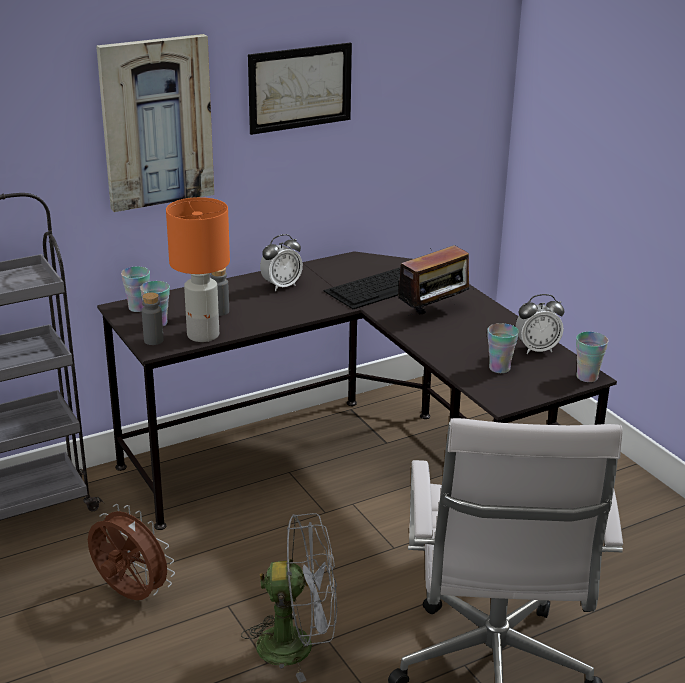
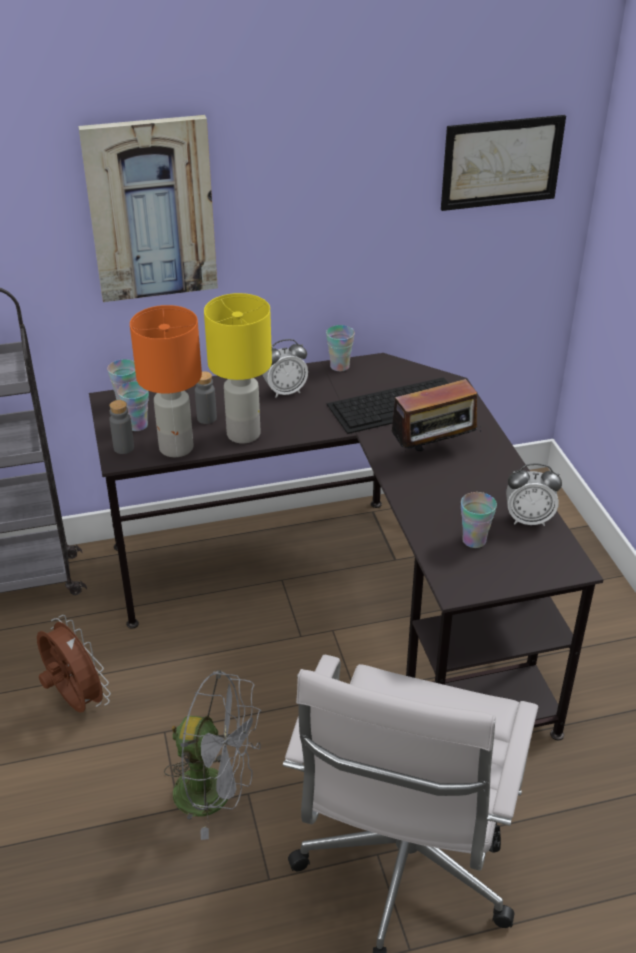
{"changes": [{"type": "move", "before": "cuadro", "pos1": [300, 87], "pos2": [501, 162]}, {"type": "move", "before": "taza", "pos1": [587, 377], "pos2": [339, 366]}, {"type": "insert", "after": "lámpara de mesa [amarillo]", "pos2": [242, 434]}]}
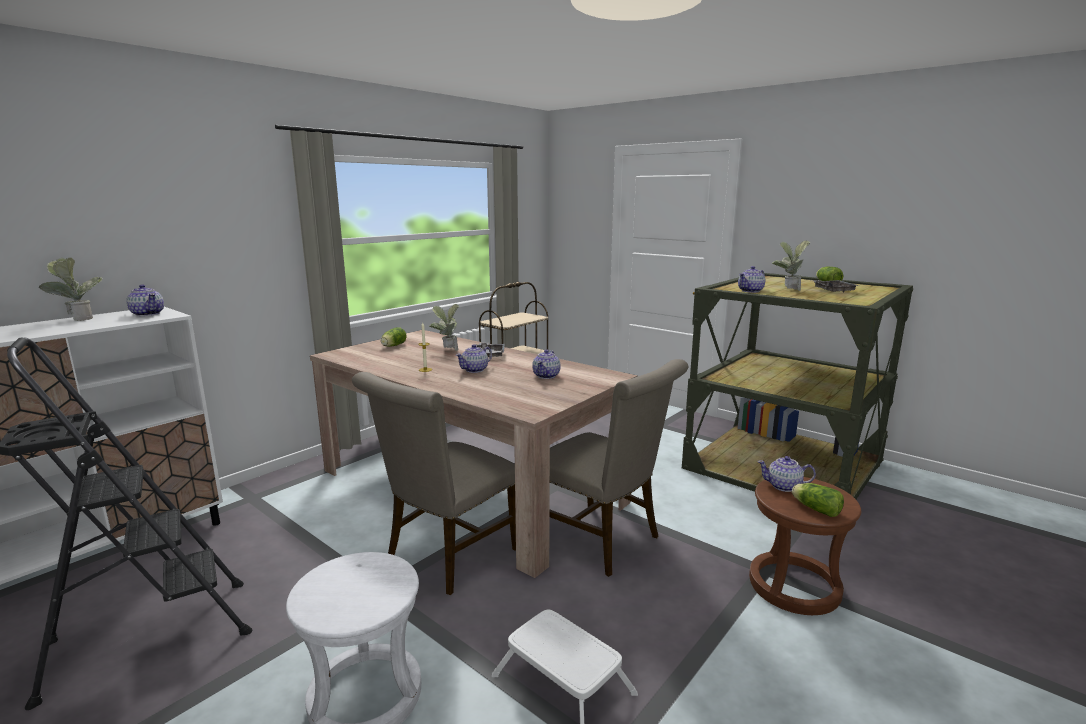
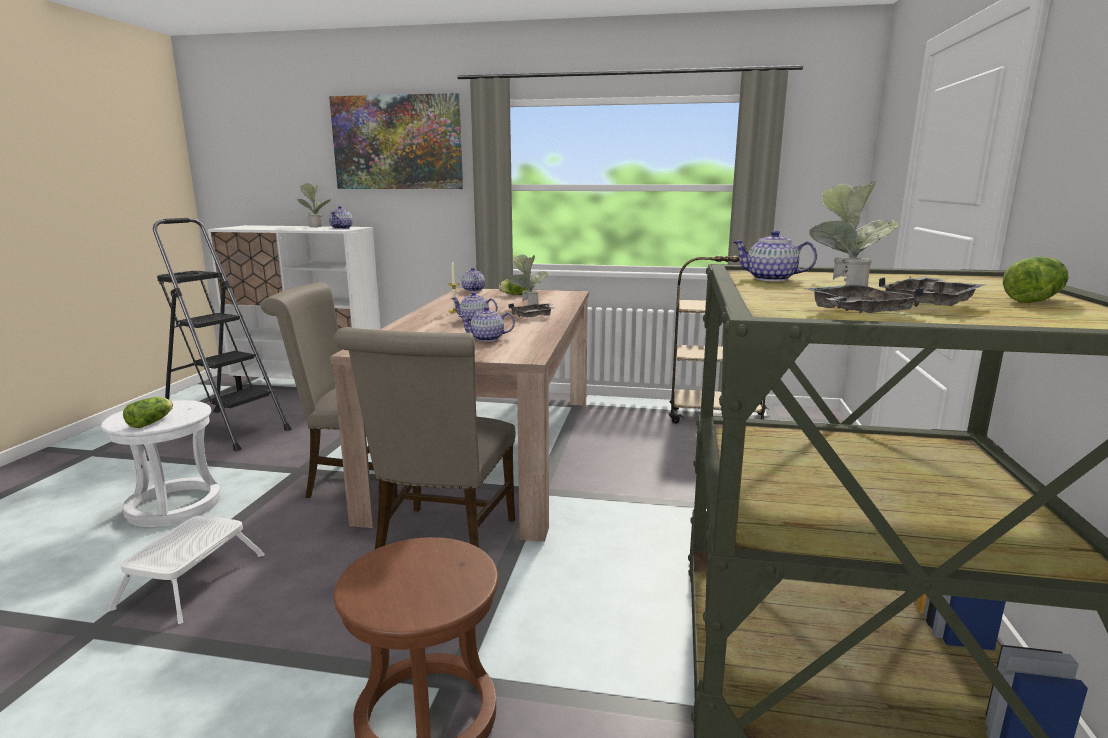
{"changes": [{"type": "move", "before": "tetera", "pos1": [784, 486], "pos2": [473, 290]}, {"type": "move", "before": "lechuga", "pos1": [815, 509], "pos2": [152, 422]}, {"type": "insert", "after": "cuadro", "pos2": [397, 143]}, {"type": "insert", "after": "bandeja [gris]", "pos2": [857, 313]}]}
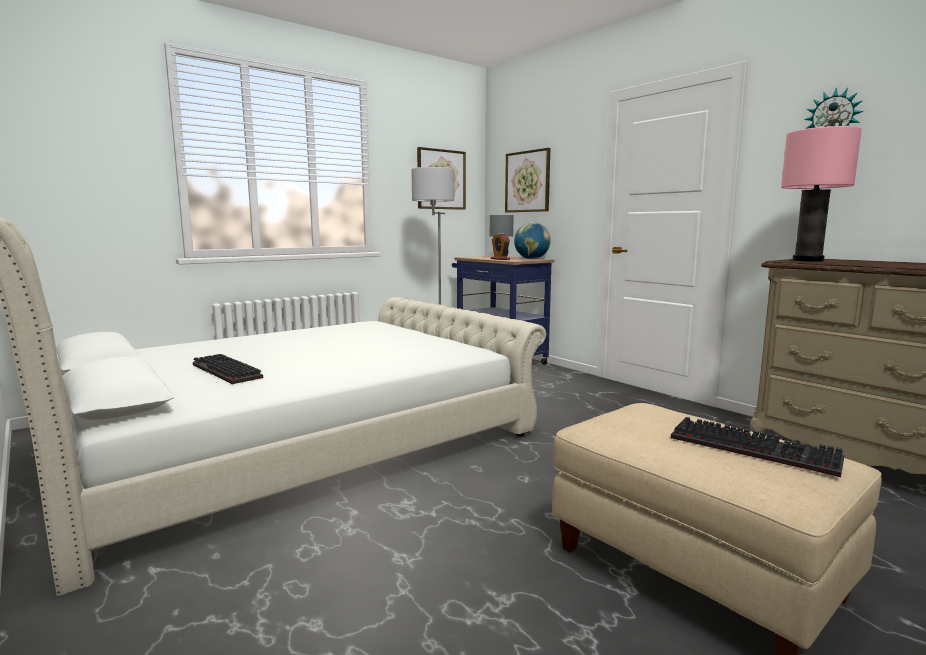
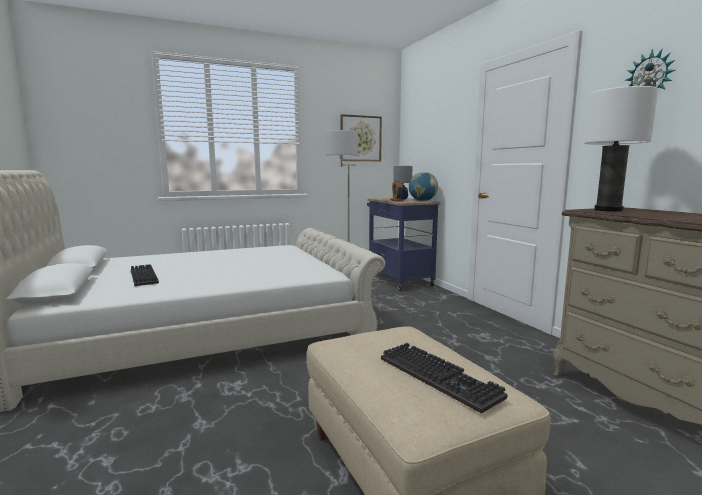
{"changes": [{"type": "recolor", "before": "lámpara de mesa [rosa]", "after": "lámpara de mesa [blanco]", "pos1": [807, 260], "pos2": [608, 210]}, {"type": "delete", "before": "cuadro", "pos1": [527, 181]}]}
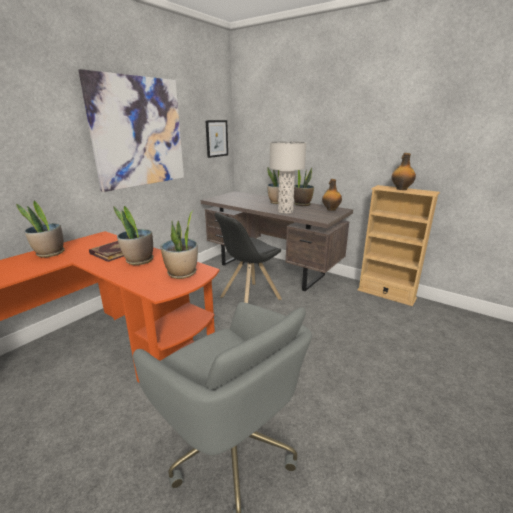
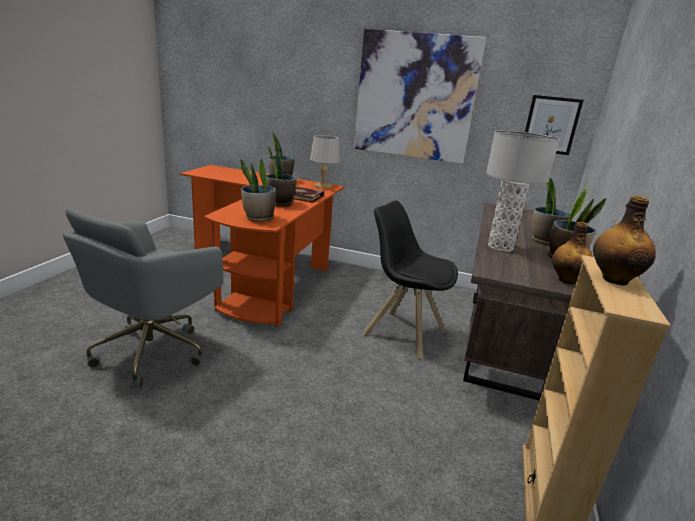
{"changes": [{"type": "insert", "after": "lámpara de mesa [gris]", "pos2": [322, 186]}]}
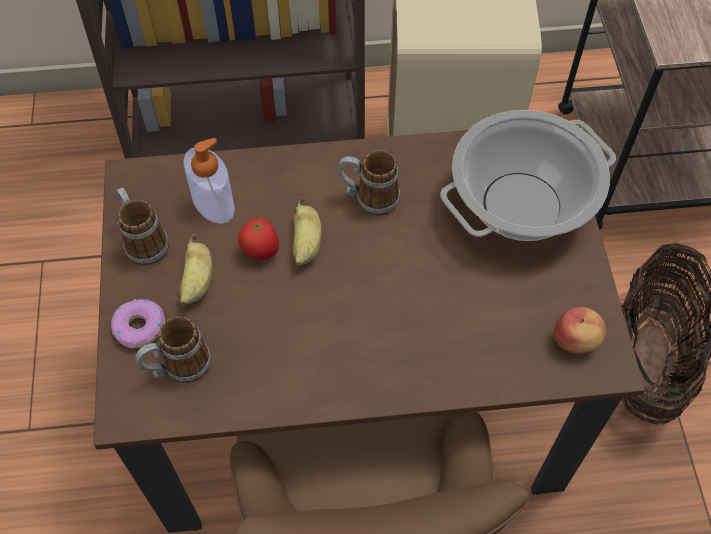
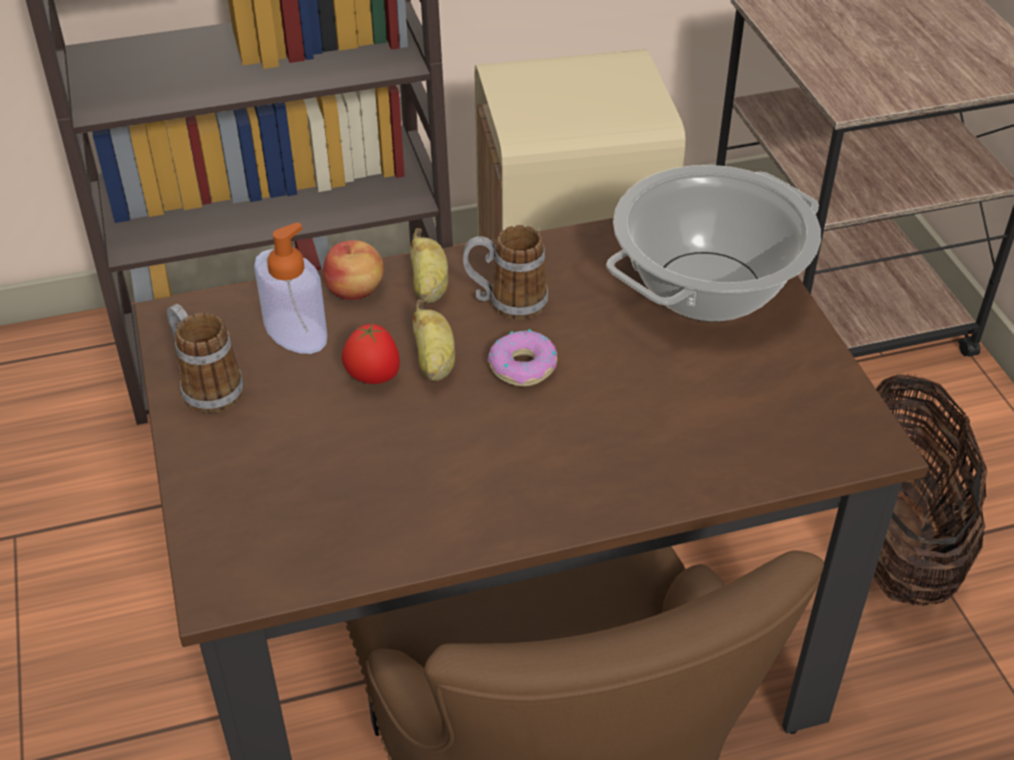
{"changes": [{"type": "move", "before": "plátano", "pos1": [197, 282], "pos2": [429, 287]}, {"type": "move", "before": "rosquilla", "pos1": [139, 327], "pos2": [523, 367]}, {"type": "move", "before": "manzana", "pos1": [575, 341], "pos2": [355, 291]}, {"type": "delete", "before": "taza grande", "pos1": [178, 367]}]}
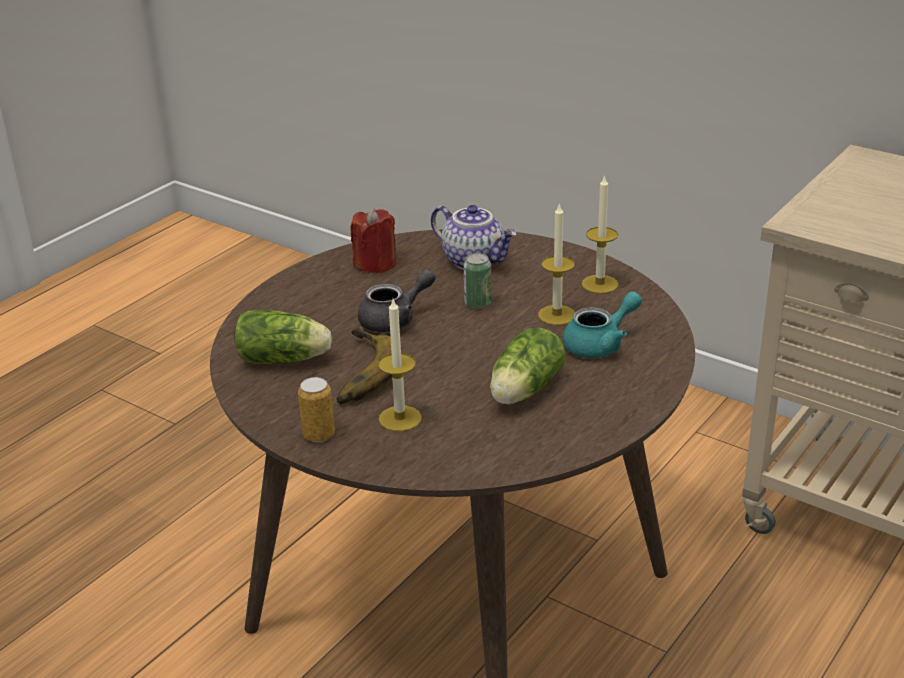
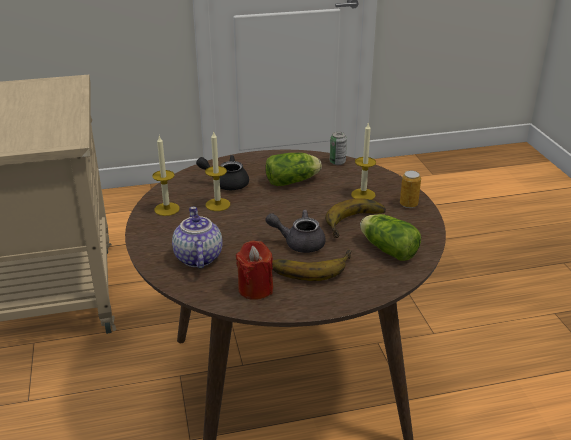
{"changes": [{"type": "move", "before": "lata", "pos1": [478, 303], "pos2": [337, 162]}, {"type": "recolor", "before": "tetera [turquesa]", "after": "tetera [negro]", "pos1": [600, 344], "pos2": [226, 183]}, {"type": "insert", "after": "plátano", "pos2": [309, 266]}]}
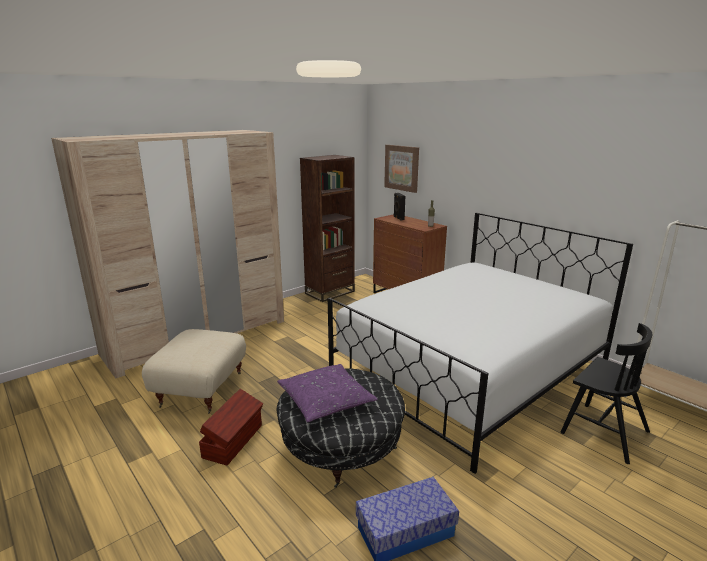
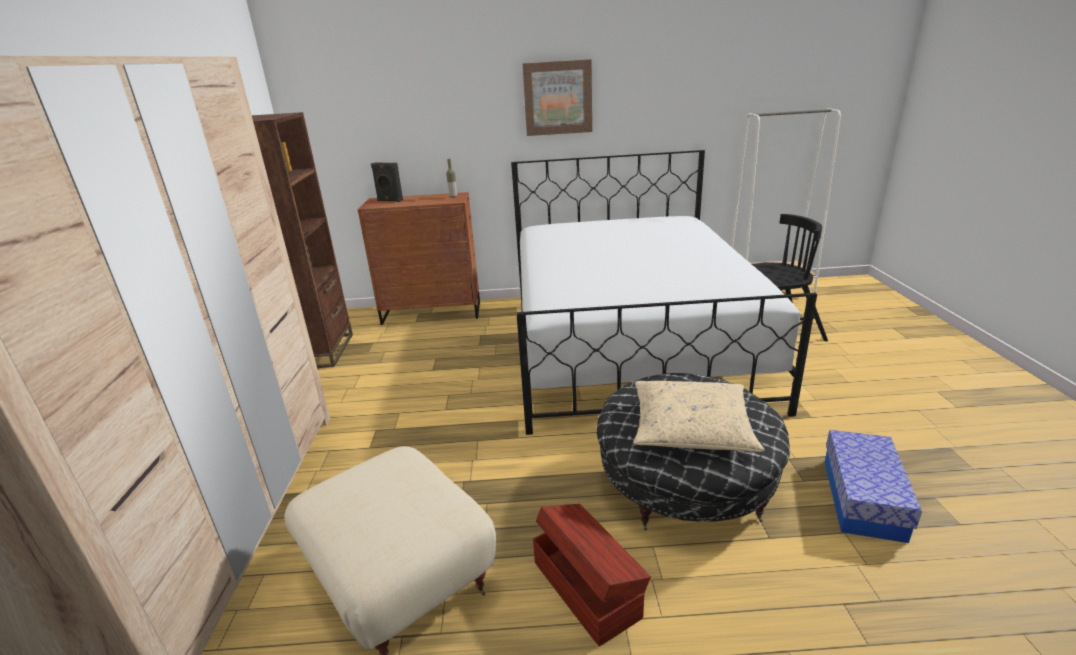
{"changes": [{"type": "move", "before": "cuadro", "pos1": [402, 168], "pos2": [558, 98]}, {"type": "recolor", "before": "cojín [morado]", "after": "cojín [beis]", "pos1": [326, 400], "pos2": [691, 427]}]}
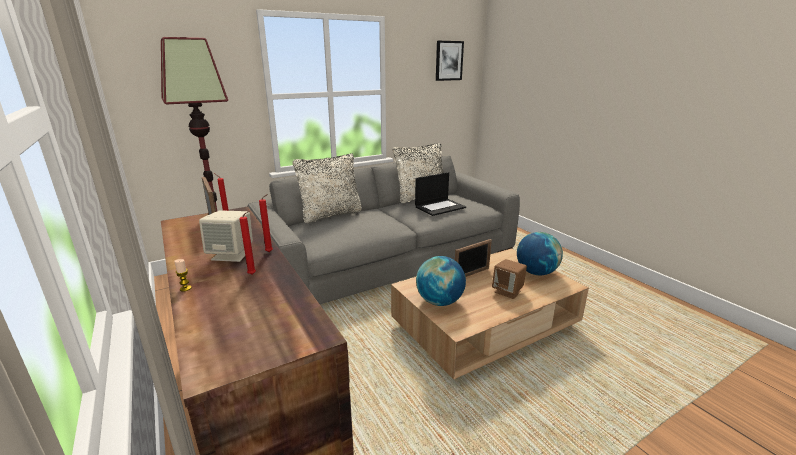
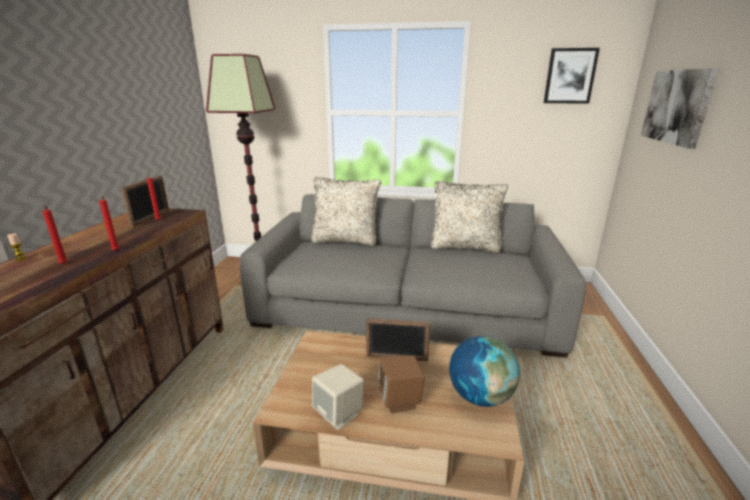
{"changes": [{"type": "delete", "before": "portátil", "pos1": [440, 207]}, {"type": "move", "before": "altavoz [beis]", "pos1": [232, 255], "pos2": [339, 414]}, {"type": "delete", "before": "globo terráqueo", "pos1": [439, 302]}, {"type": "insert", "after": "cuadro", "pos2": [677, 106]}]}
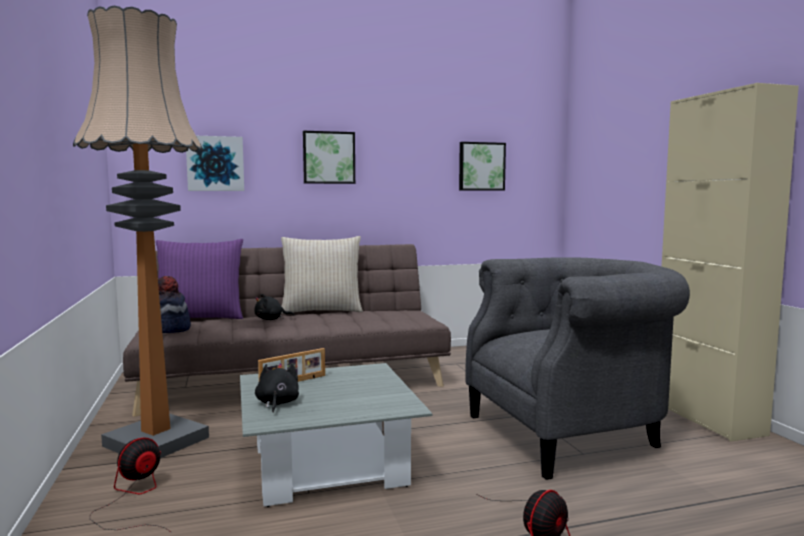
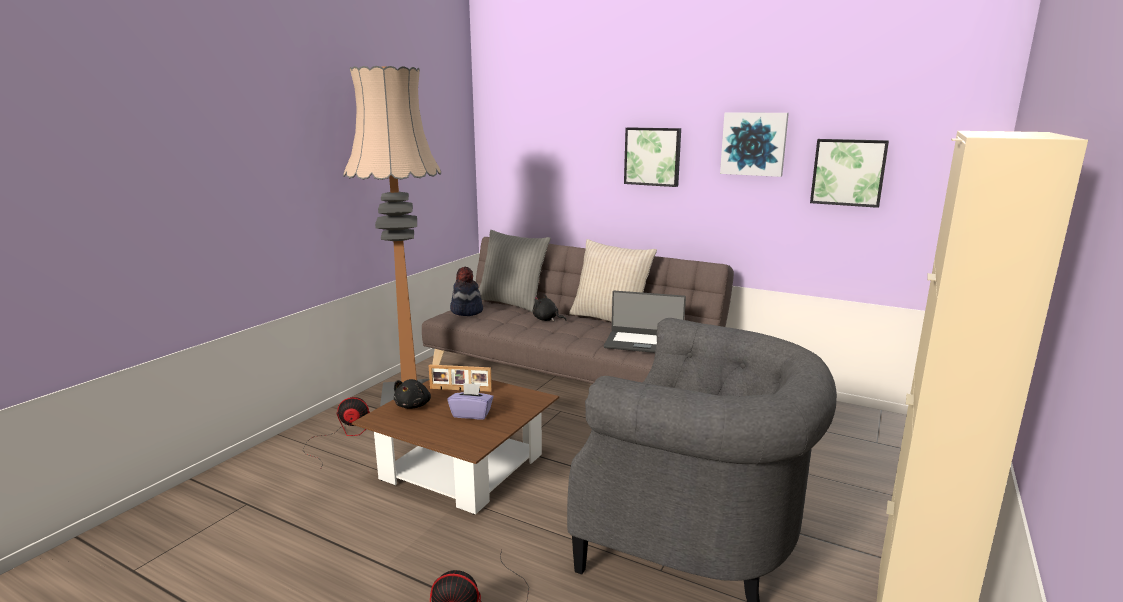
{"changes": [{"type": "move", "before": "cuadro", "pos1": [215, 164], "pos2": [754, 144]}, {"type": "recolor", "before": "cojín [morado]", "after": "cojín [gris]", "pos1": [200, 318], "pos2": [512, 303]}, {"type": "recolor", "before": "mesa de centro [gris]", "after": "mesa de centro [marrón]", "pos1": [328, 464], "pos2": [462, 467]}, {"type": "rotate", "before": "peluche [negro]", "pos1": [277, 403], "pos2": [413, 405], "turn": 150}, {"type": "insert", "after": "portátil", "pos2": [644, 343]}, {"type": "insert", "after": "caja de pañuelos [morado]", "pos2": [471, 414]}]}
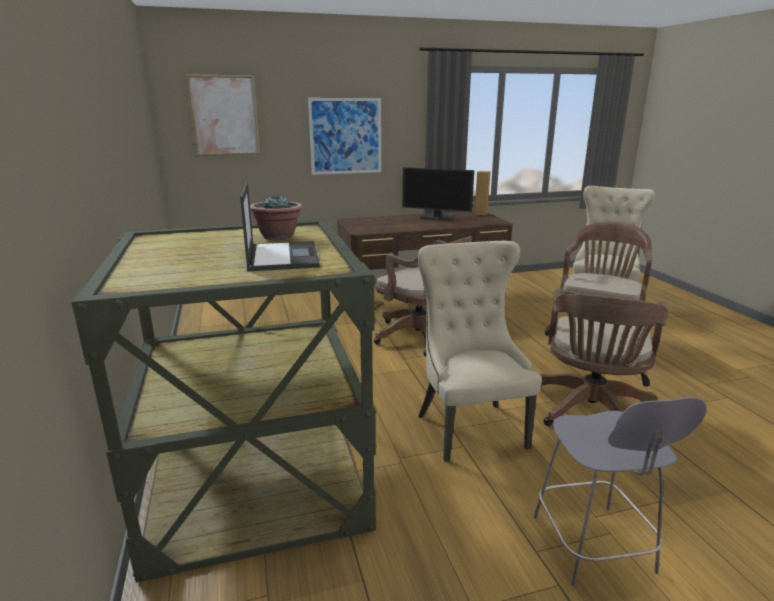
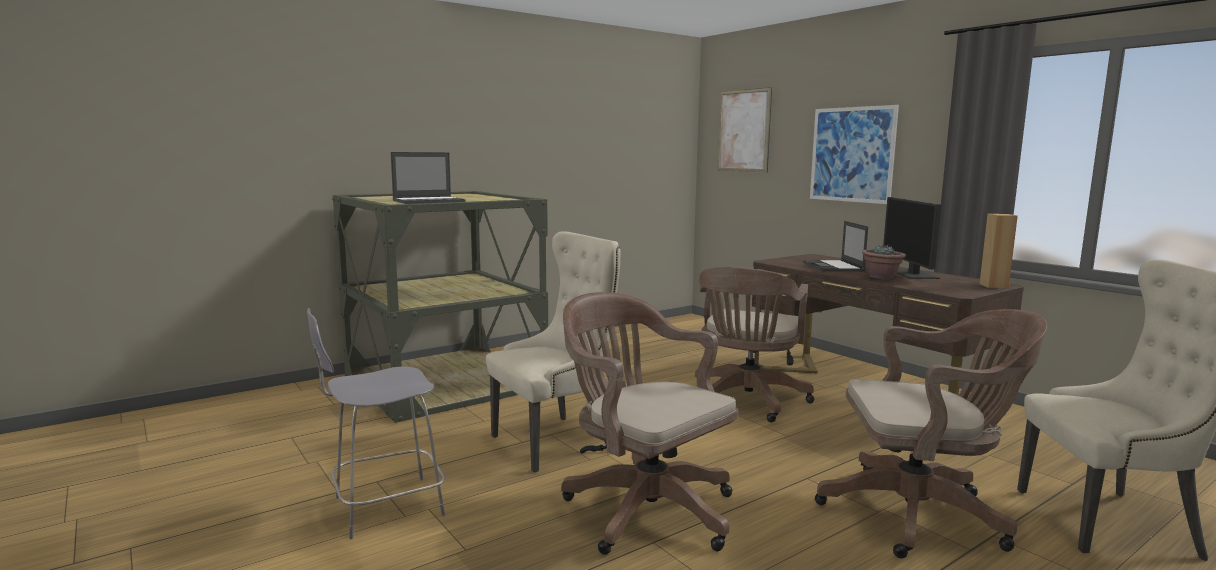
{"changes": [{"type": "move", "before": "planta en maceta", "pos1": [278, 237], "pos2": [881, 277]}, {"type": "rotate", "before": "silla de oficina [marrón]", "pos1": [590, 412], "pos2": [643, 508], "turn": 45}, {"type": "insert", "after": "portátil", "pos2": [833, 267]}]}
